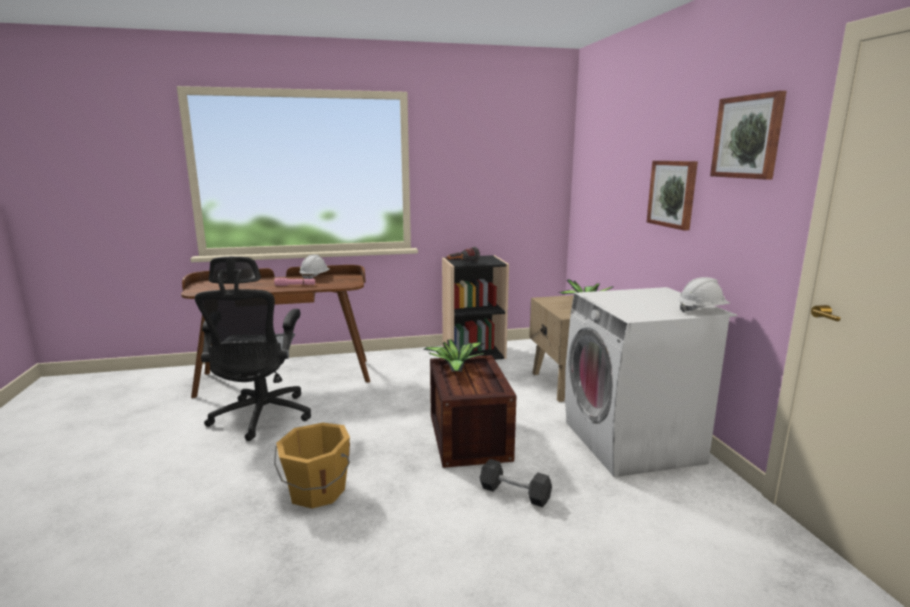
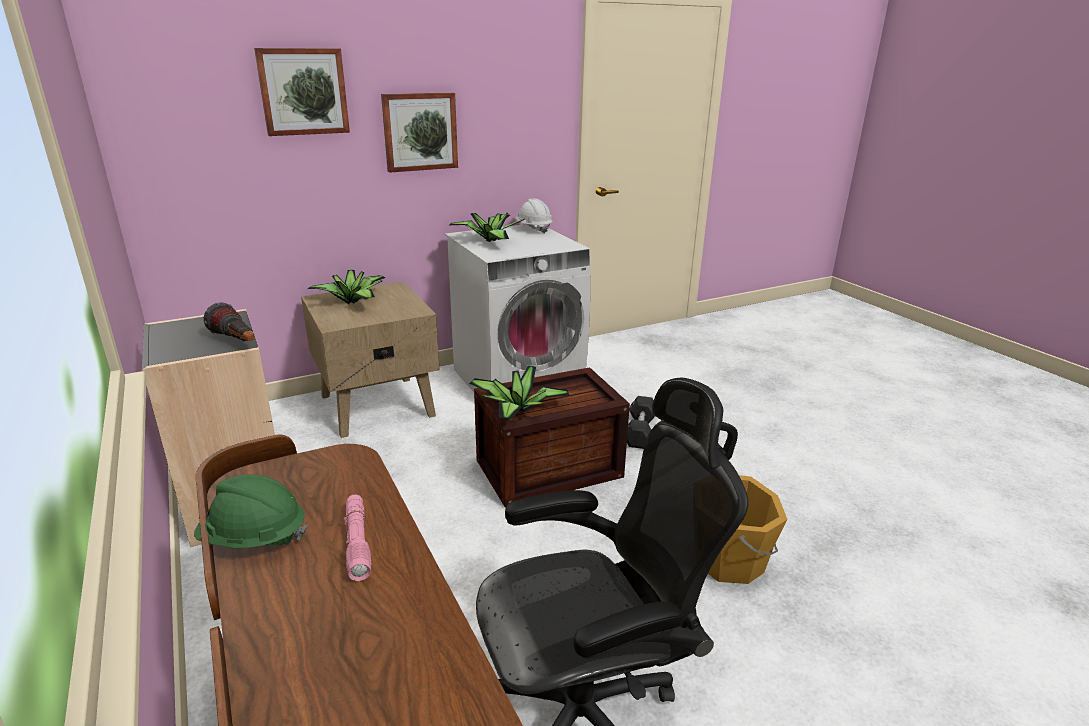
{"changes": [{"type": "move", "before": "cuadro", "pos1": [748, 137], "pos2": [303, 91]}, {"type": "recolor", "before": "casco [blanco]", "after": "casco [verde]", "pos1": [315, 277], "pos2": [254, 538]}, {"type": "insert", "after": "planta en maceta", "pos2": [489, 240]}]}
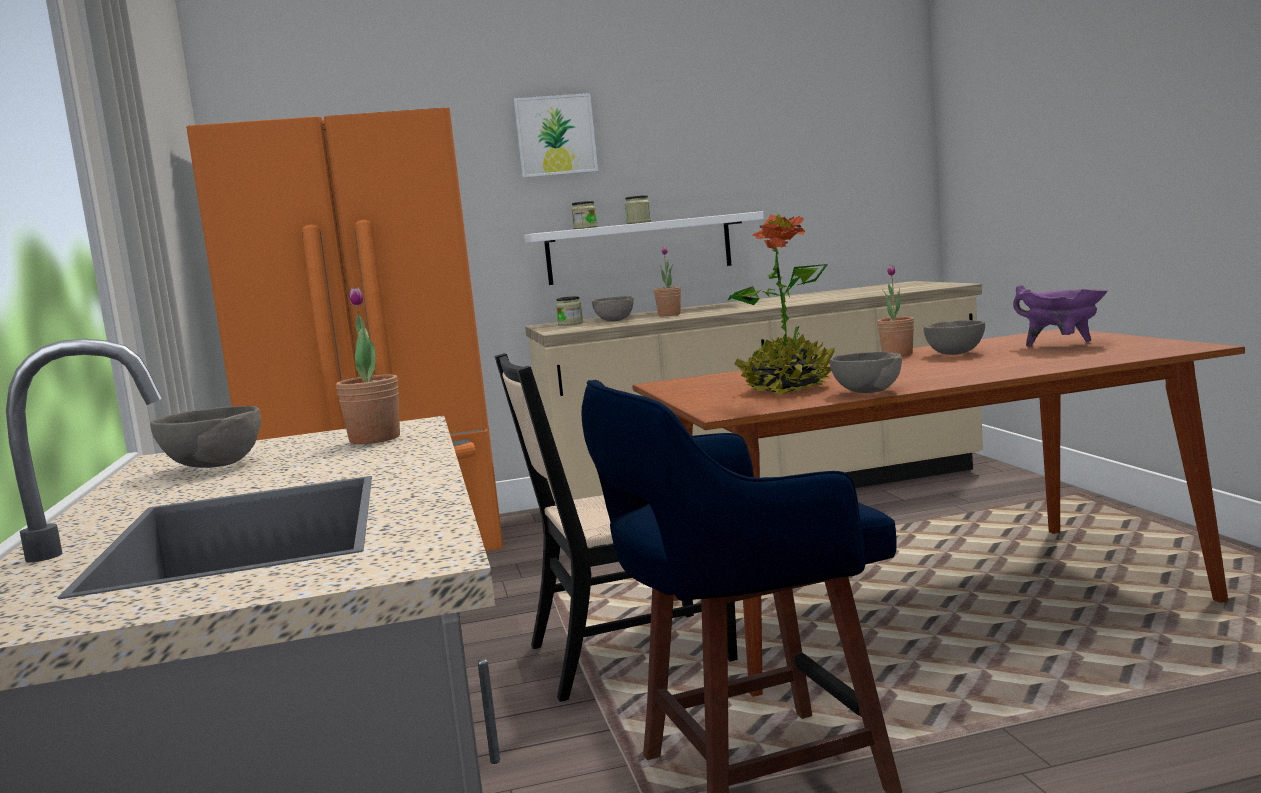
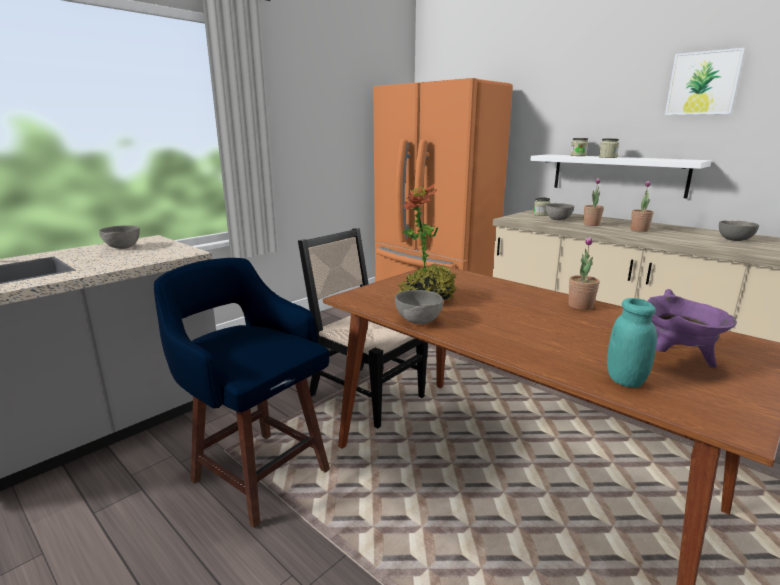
{"changes": [{"type": "move", "before": "cuadro", "pos1": [555, 135], "pos2": [703, 83]}, {"type": "move", "before": "planta en maceta", "pos1": [375, 439], "pos2": [639, 230]}, {"type": "move", "before": "cuenco [gris]", "pos1": [955, 354], "pos2": [735, 240]}, {"type": "insert", "after": "tarro [turquesa]", "pos2": [625, 380]}]}
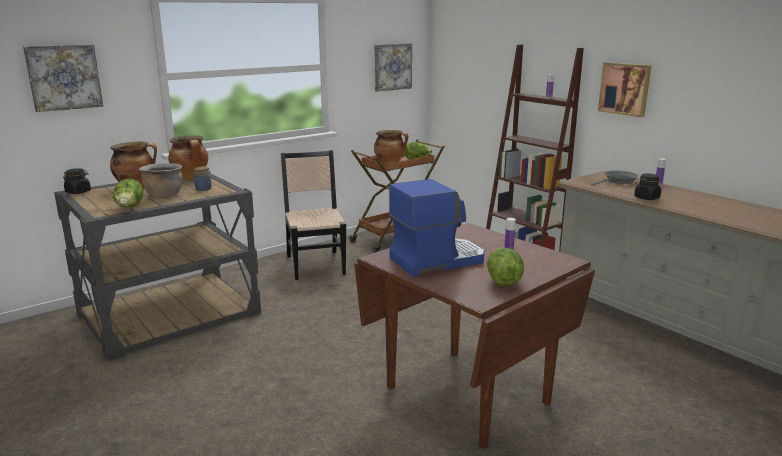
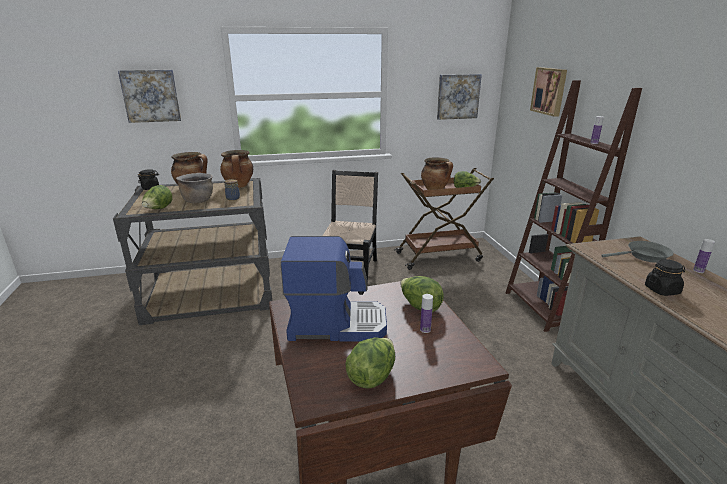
{"changes": [{"type": "move", "before": "cuadro", "pos1": [625, 89], "pos2": [549, 91]}, {"type": "insert", "after": "lechuga", "pos2": [419, 306]}]}
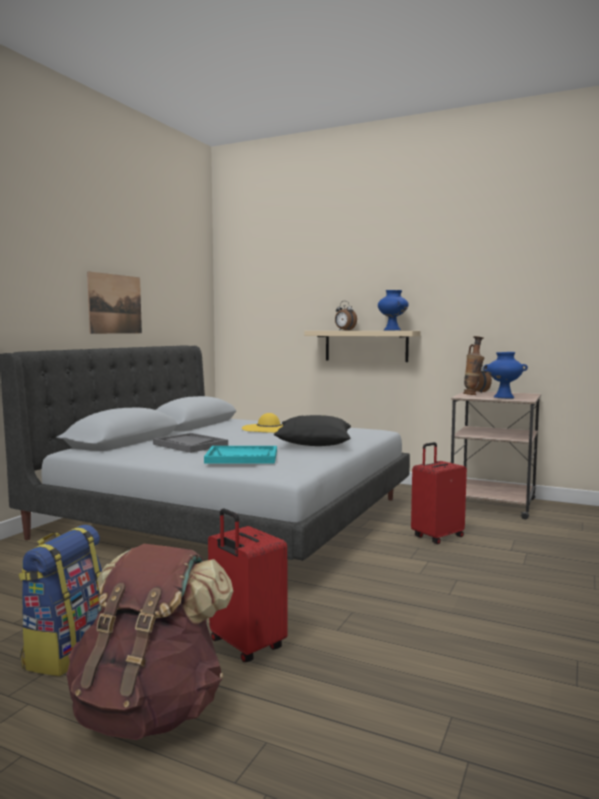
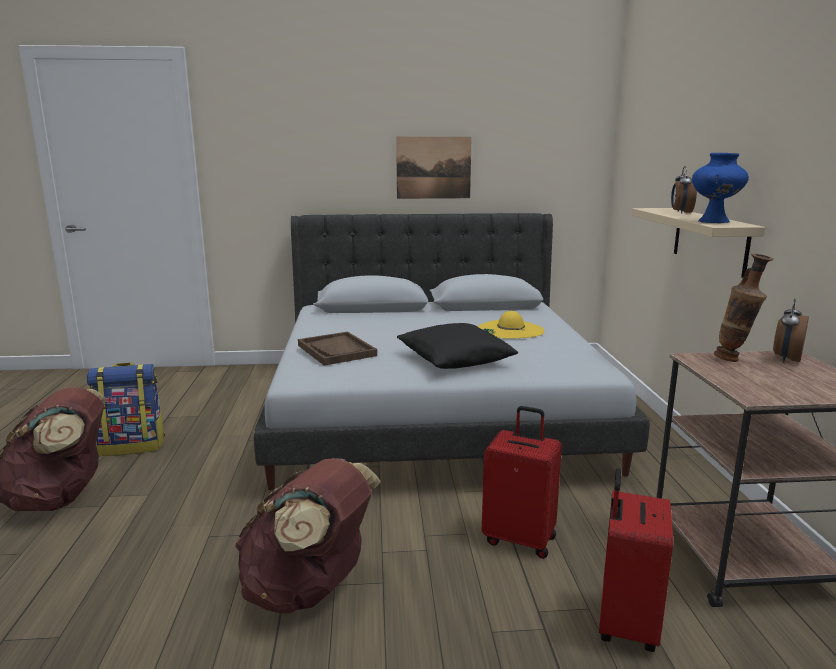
{"changes": [{"type": "delete", "before": "florero [azul]", "pos1": [503, 397]}, {"type": "delete", "before": "bandeja [gris]", "pos1": [190, 445]}, {"type": "recolor", "before": "bandeja [turquesa]", "after": "bandeja [marrón]", "pos1": [242, 457], "pos2": [337, 350]}, {"type": "move", "before": "maleta [rojo]", "pos1": [245, 646], "pos2": [625, 624]}, {"type": "insert", "after": "mochila [marrón]", "pos2": [309, 590]}]}
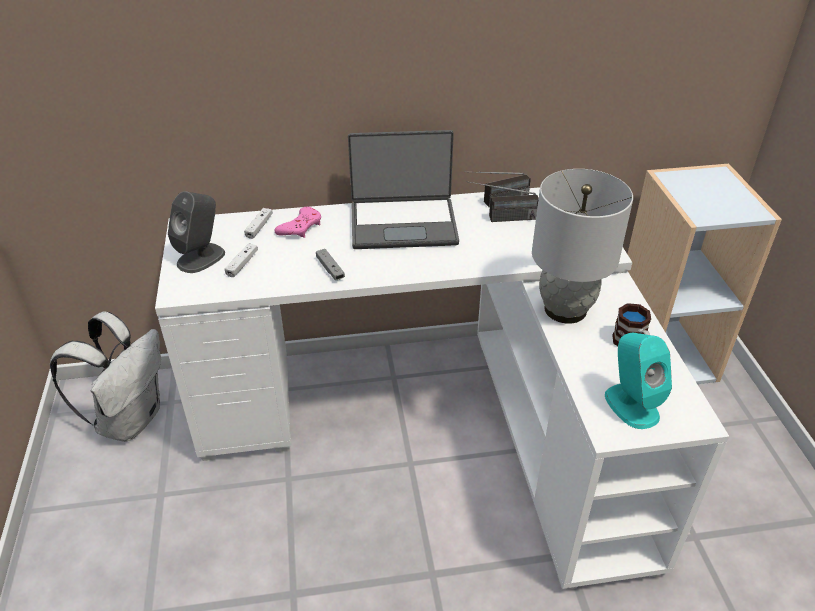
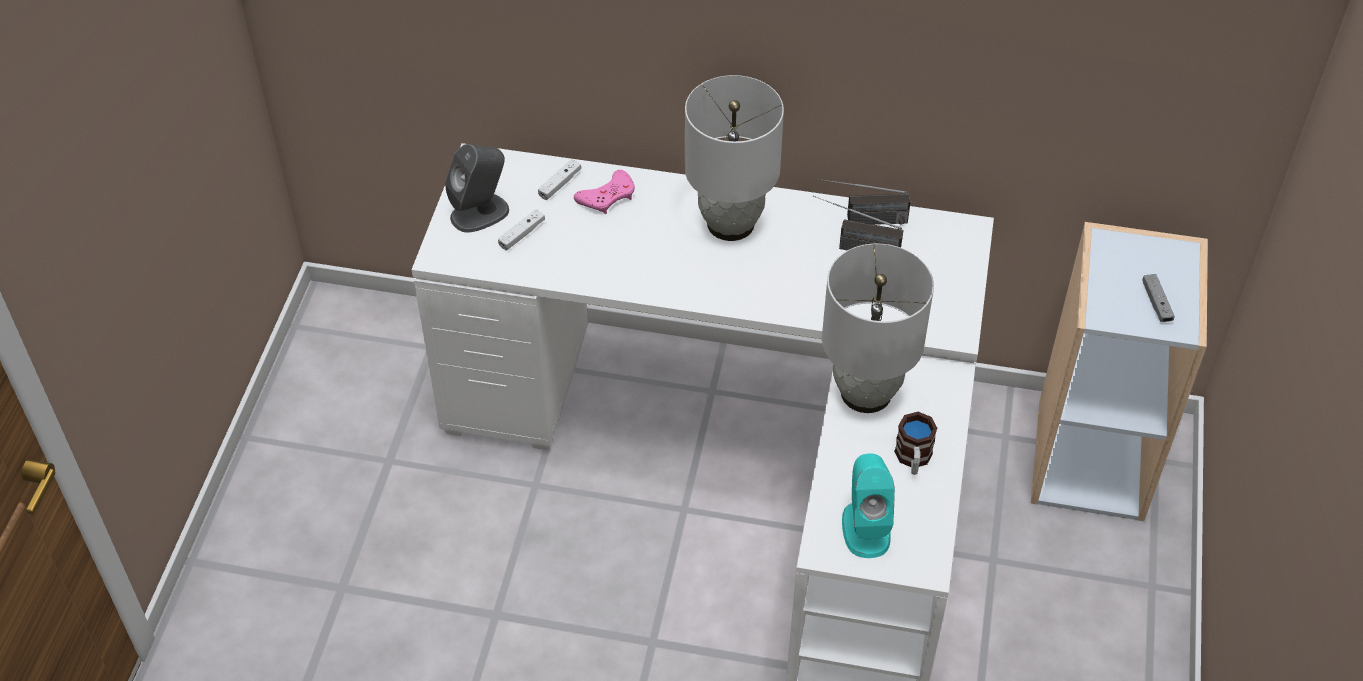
{"changes": [{"type": "replace", "before": "portátil", "after": "lámpara de mesa [blanco]", "pos1": [403, 223], "pos2": [731, 223]}, {"type": "move", "before": "mando de consola [gris]", "pos1": [330, 269], "pos2": [1156, 303]}, {"type": "delete", "before": "mochila [blanco]", "pos1": [130, 419]}]}
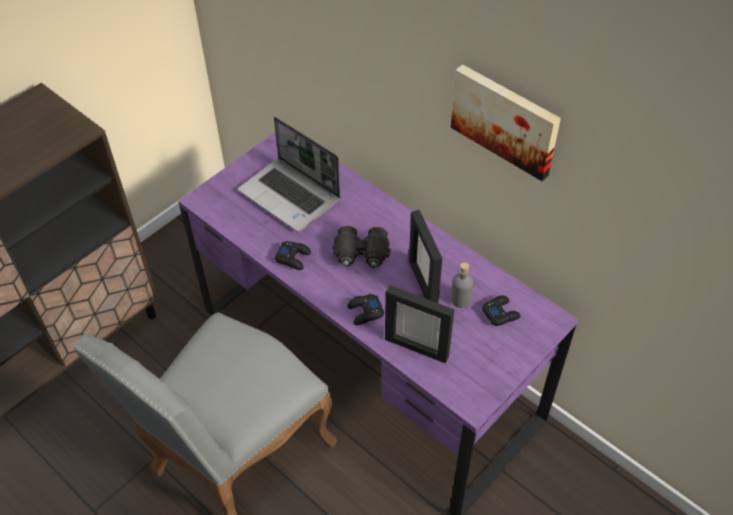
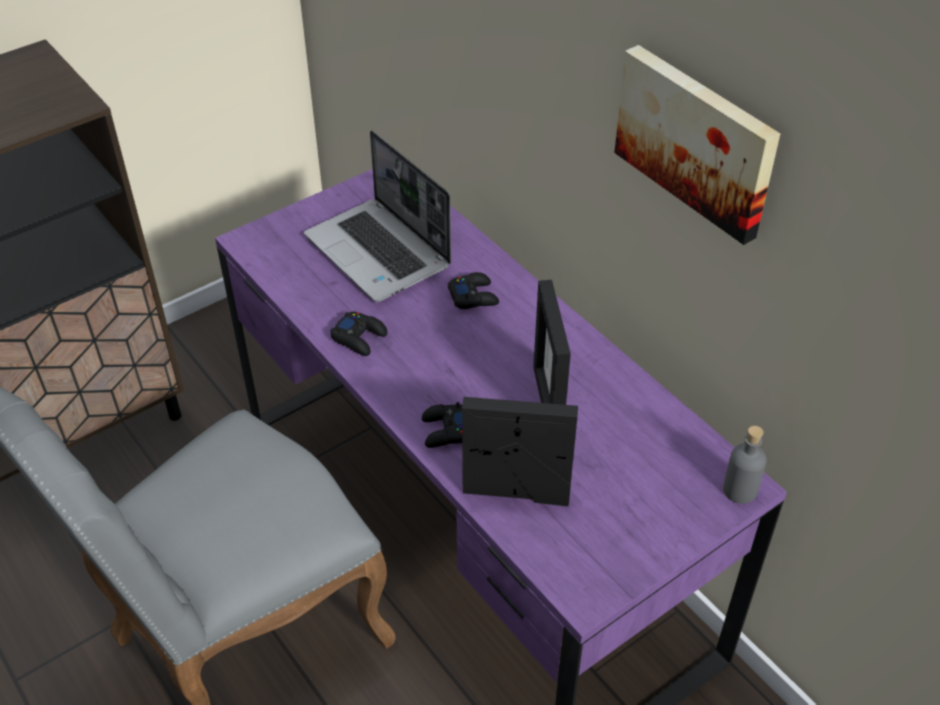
{"changes": [{"type": "delete", "before": "prismáticos [negro]", "pos1": [361, 255]}, {"type": "move", "before": "botella [gris]", "pos1": [460, 299], "pos2": [739, 490]}, {"type": "rotate", "before": "portarretratos", "pos1": [417, 347], "pos2": [515, 494], "turn": 150}, {"type": "move", "before": "mando de consola [negro]", "pos1": [500, 313], "pos2": [473, 296]}]}
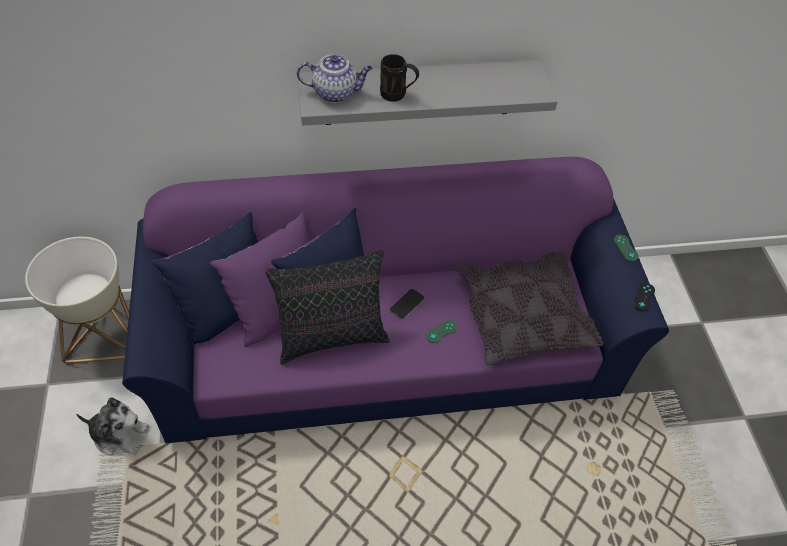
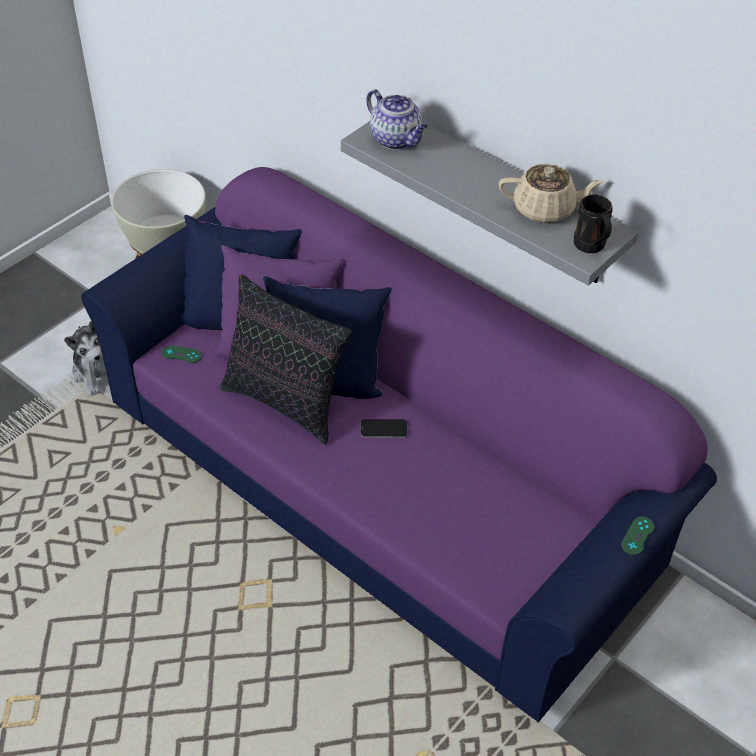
{"changes": [{"type": "move", "before": "taza grande [negro]", "pos1": [398, 96], "pos2": [591, 248]}, {"type": "delete", "before": "cojín [negro]", "pos1": [524, 316]}, {"type": "delete", "before": "mando de consola [negro]", "pos1": [644, 297]}, {"type": "move", "before": "mando de consola [verde]", "pos1": [441, 331], "pos2": [181, 354]}, {"type": "insert", "after": "tetera [beis]", "pos2": [545, 209]}]}
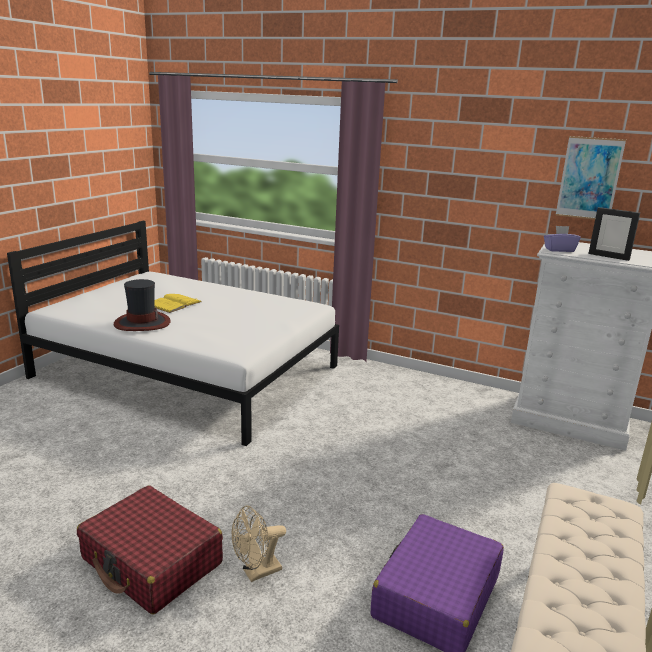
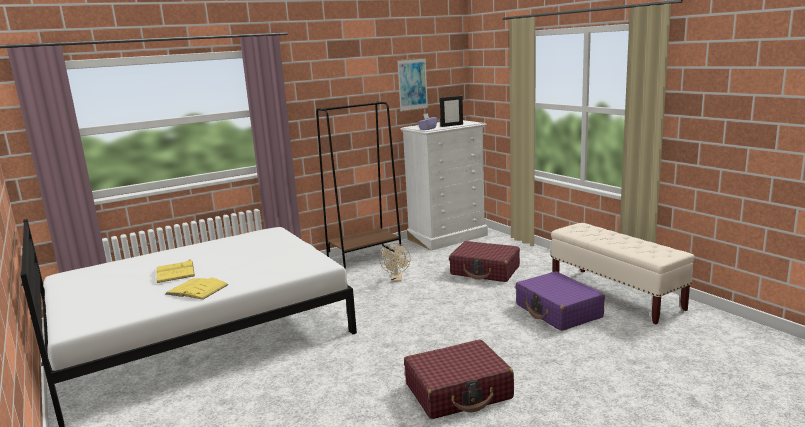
{"changes": [{"type": "replace", "before": "sombrero", "after": "libro [amarillo]", "pos1": [142, 323], "pos2": [197, 289]}, {"type": "move", "before": "ventilador [beis]", "pos1": [257, 572], "pos2": [396, 279]}, {"type": "insert", "after": "perchero", "pos2": [364, 257]}, {"type": "insert", "after": "maleta [rojo]", "pos2": [485, 271]}]}
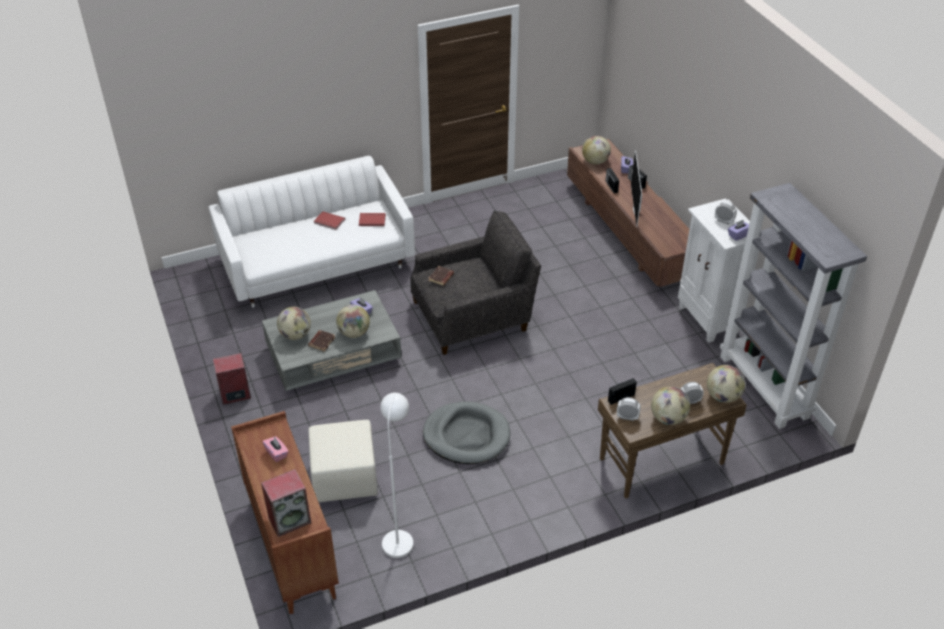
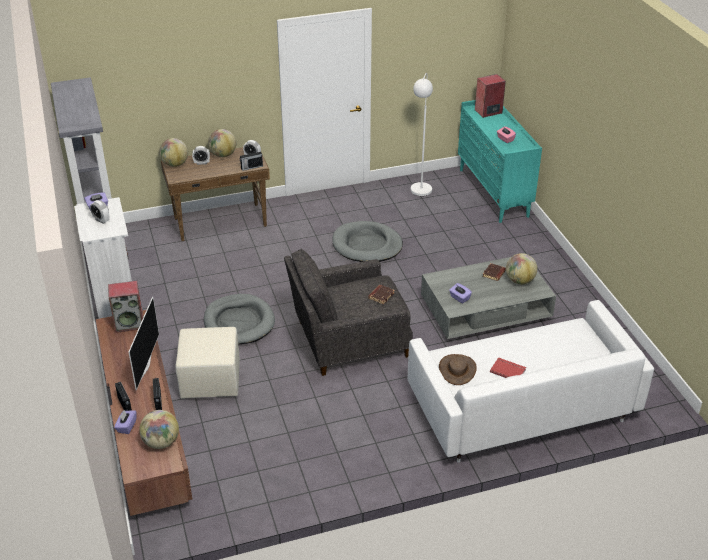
{"changes": [{"type": "replace", "before": "libro [rojo]", "after": "sombrero [marrón]", "pos1": [372, 220], "pos2": [457, 369]}, {"type": "delete", "before": "globo terráqueo", "pos1": [354, 333]}, {"type": "move", "before": "altavoz", "pos1": [235, 394], "pos2": [129, 323]}, {"type": "recolor", "before": "armario [marrón]", "after": "armario [turquesa]", "pos1": [292, 546], "pos2": [493, 193]}, {"type": "move", "before": "puf [beis]", "pos1": [344, 478], "pos2": [211, 380]}, {"type": "insert", "after": "cama para perro [gris]", "pos2": [239, 322]}]}
